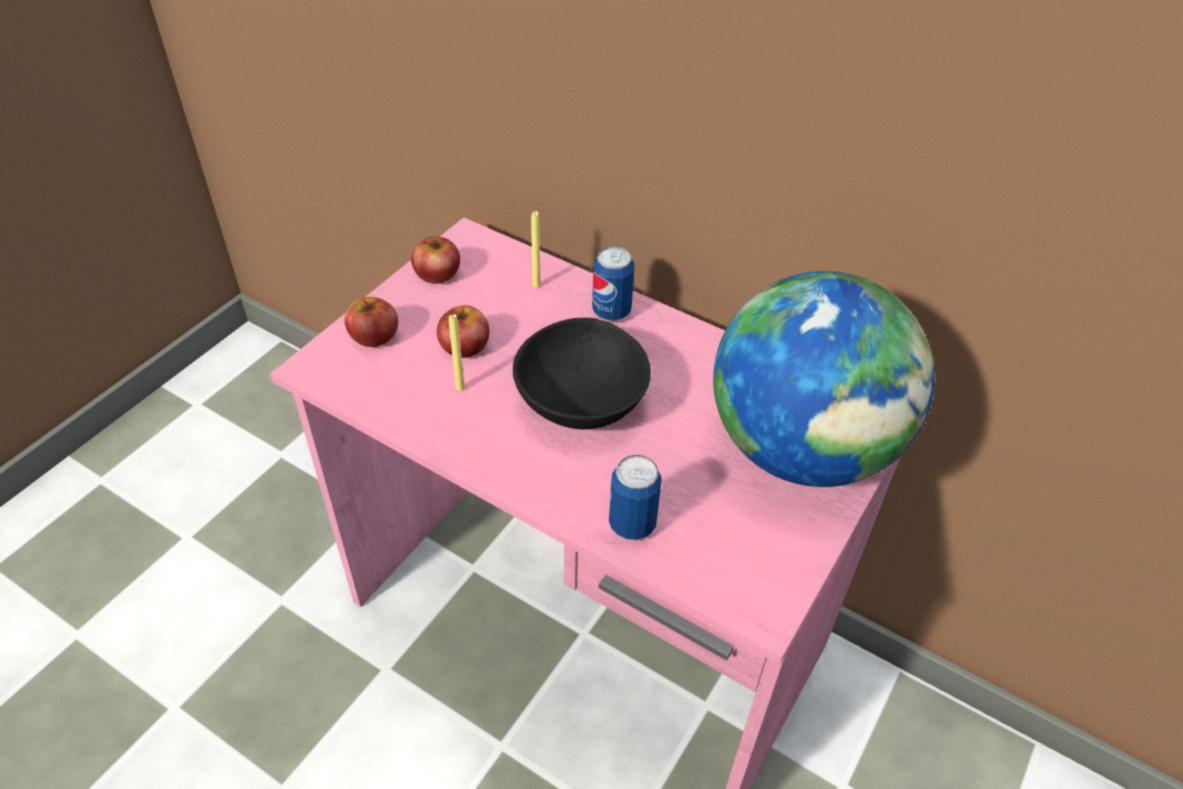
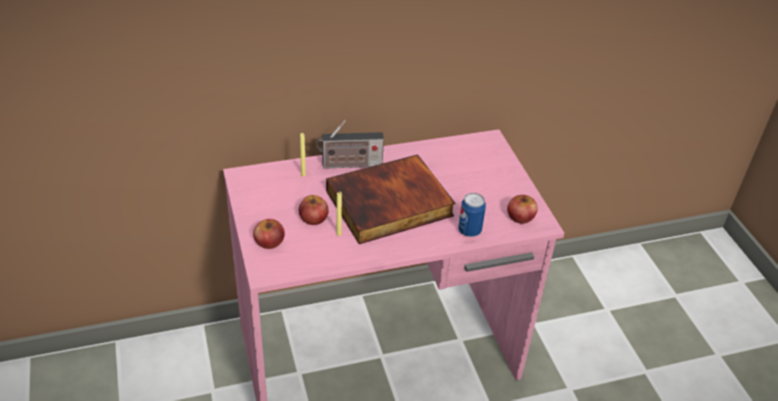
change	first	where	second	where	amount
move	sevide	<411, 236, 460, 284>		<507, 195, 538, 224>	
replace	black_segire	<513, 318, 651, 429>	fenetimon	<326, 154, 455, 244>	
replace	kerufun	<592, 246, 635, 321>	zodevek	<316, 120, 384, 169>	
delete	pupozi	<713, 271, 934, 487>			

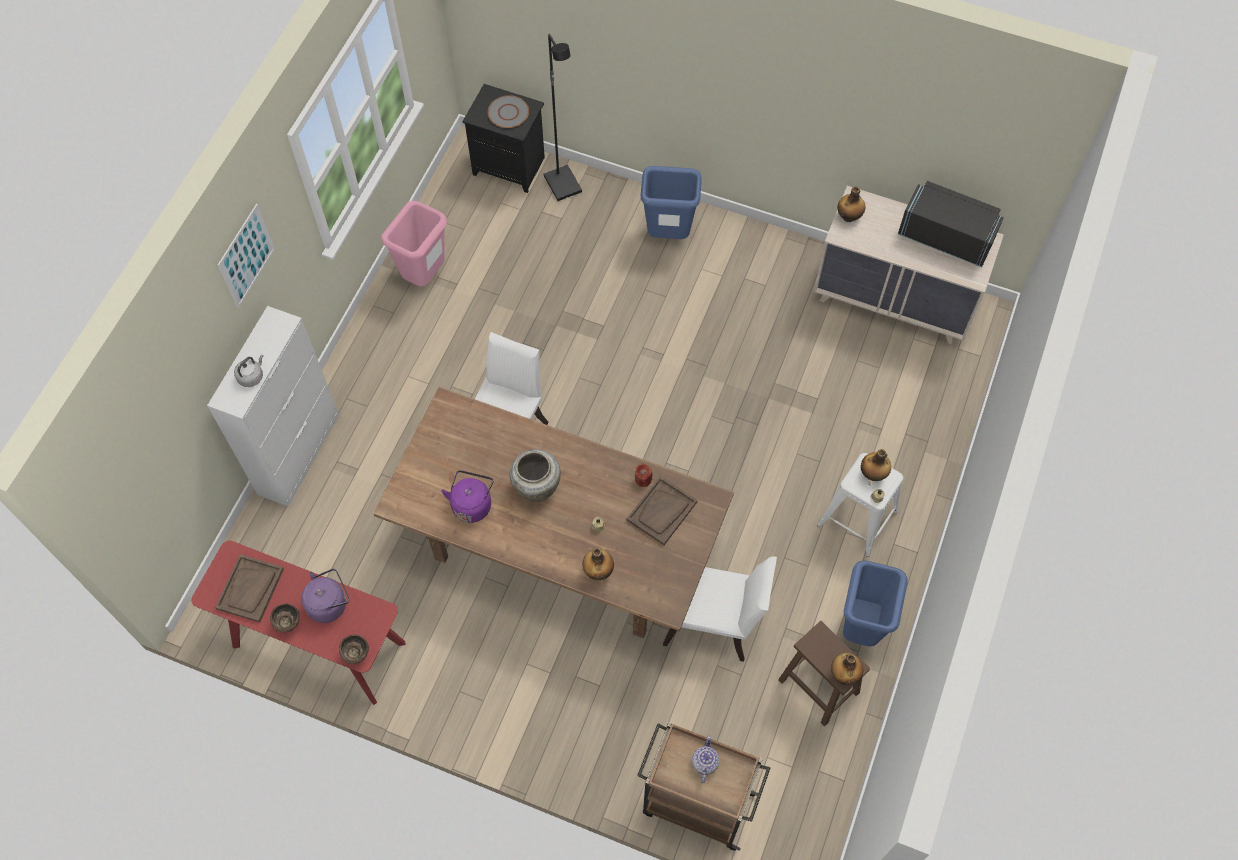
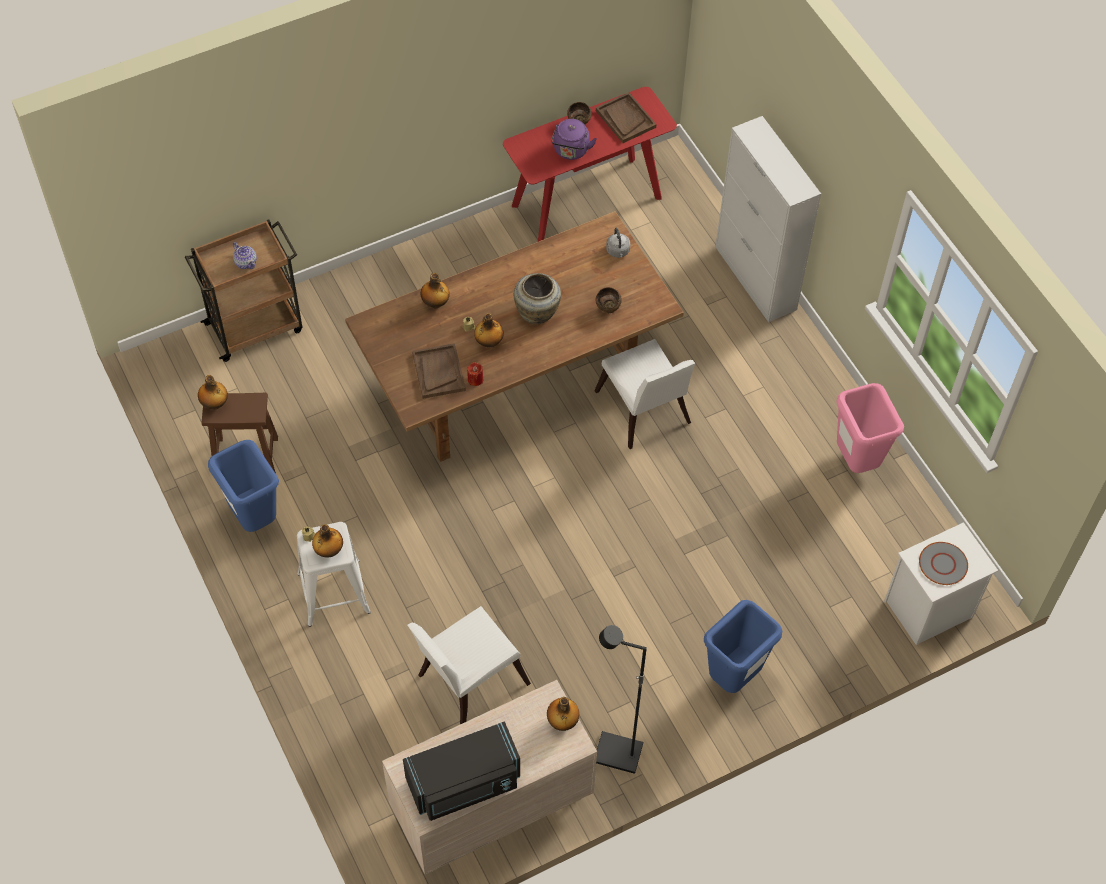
change	first	where	second	where	amount
delete	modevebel	<218, 204, 275, 308>			
move	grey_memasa	<234, 354, 263, 387>		<606, 228, 630, 258>	
move	brown_segire	<339, 635, 369, 664>		<595, 287, 622, 313>	
delete	purple_memasa	<441, 470, 494, 523>			
recolor	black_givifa	<462, 84, 545, 193>	white_givifa	<884, 522, 998, 645>	
move	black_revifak	<544, 34, 582, 201>		<596, 625, 647, 774>	
move	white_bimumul	<663, 556, 777, 662>		<407, 606, 531, 724>	
insert			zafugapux	<474, 313, 504, 347>	

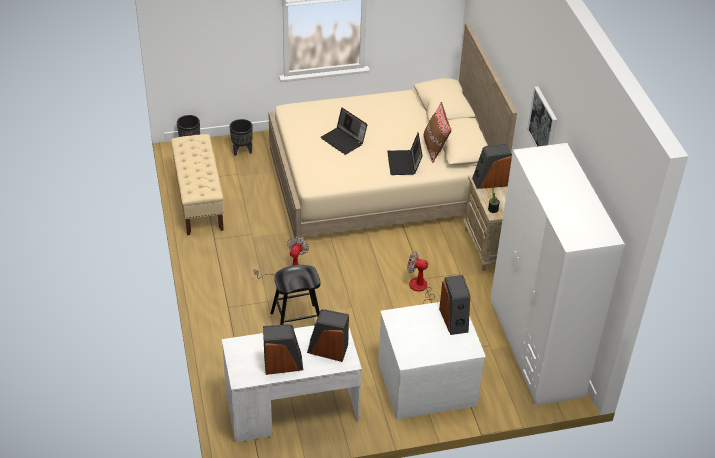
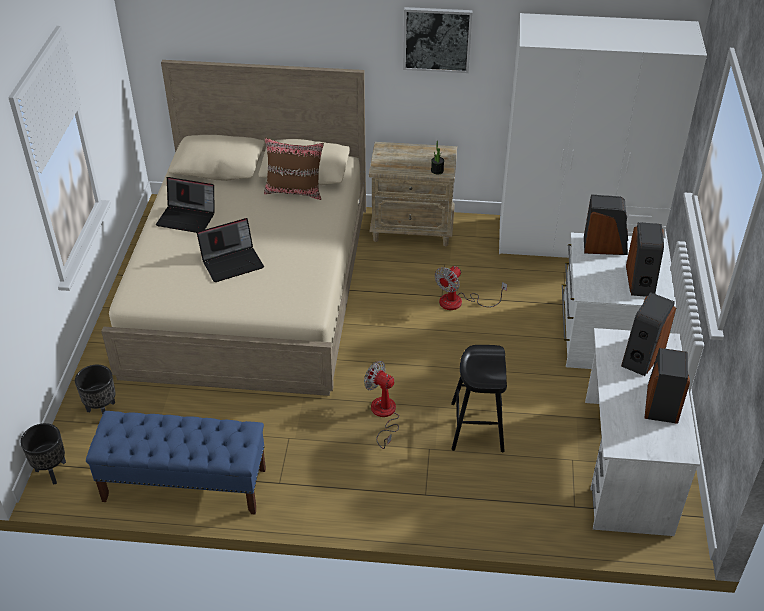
change	first	where	second	where	amount
recolor	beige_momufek	<171, 134, 224, 235>	blue_momufek	<86, 411, 266, 515>	
move	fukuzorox	<387, 133, 423, 175>		<156, 177, 215, 233>	
move	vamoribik	<472, 143, 512, 189>		<626, 222, 664, 297>	

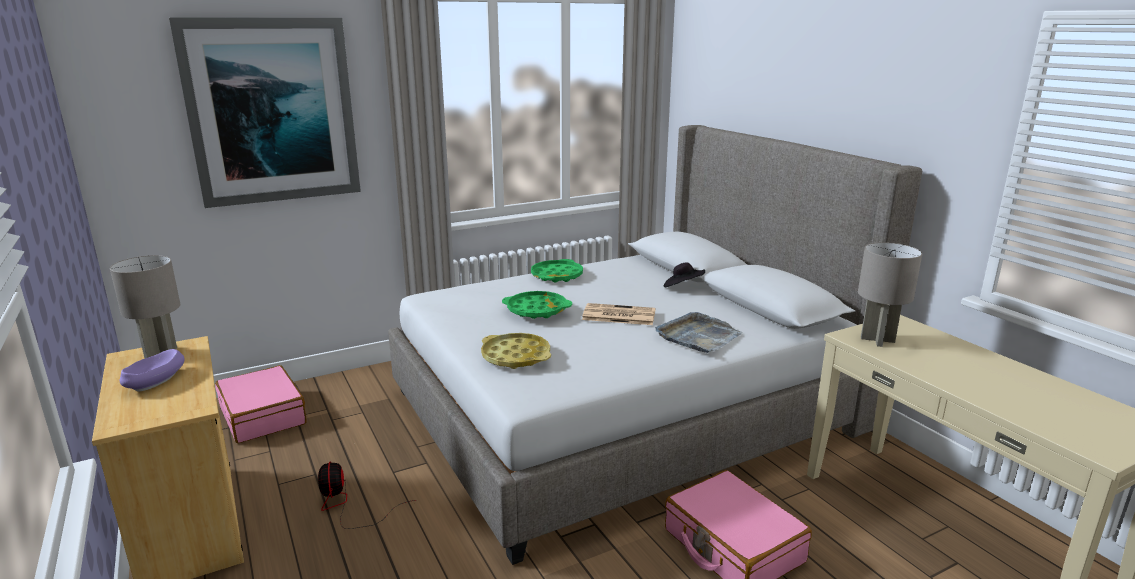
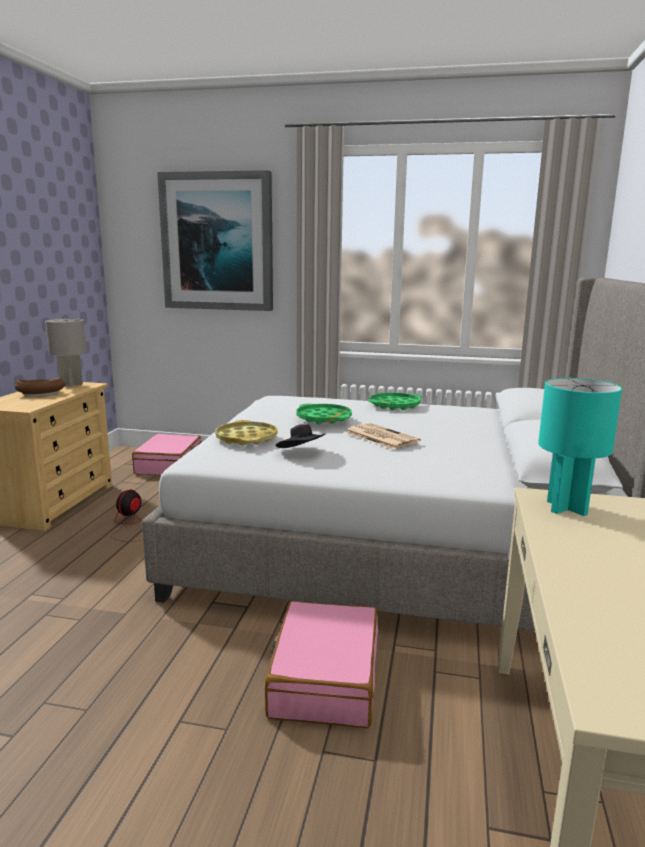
change	first	where	second	where	amount
recolor	purple_segire	<120, 349, 185, 391>	brown_segire	<15, 378, 65, 396>	
delete	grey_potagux	<655, 312, 743, 353>			
move	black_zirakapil	<664, 262, 705, 287>		<276, 424, 326, 448>	
recolor	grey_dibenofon	<858, 242, 922, 347>	turquoise_dibenofon	<538, 378, 622, 516>	

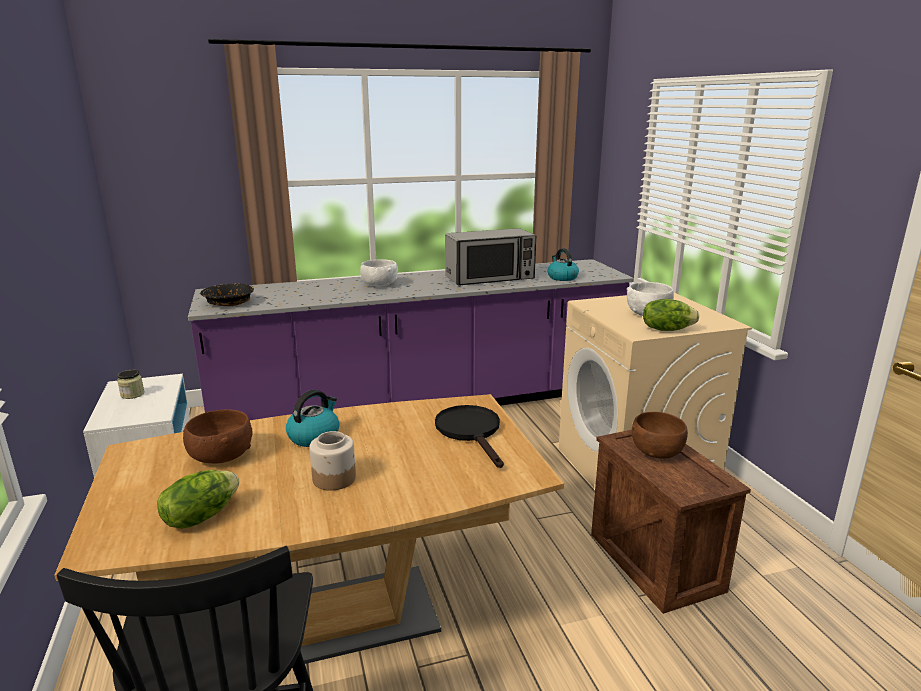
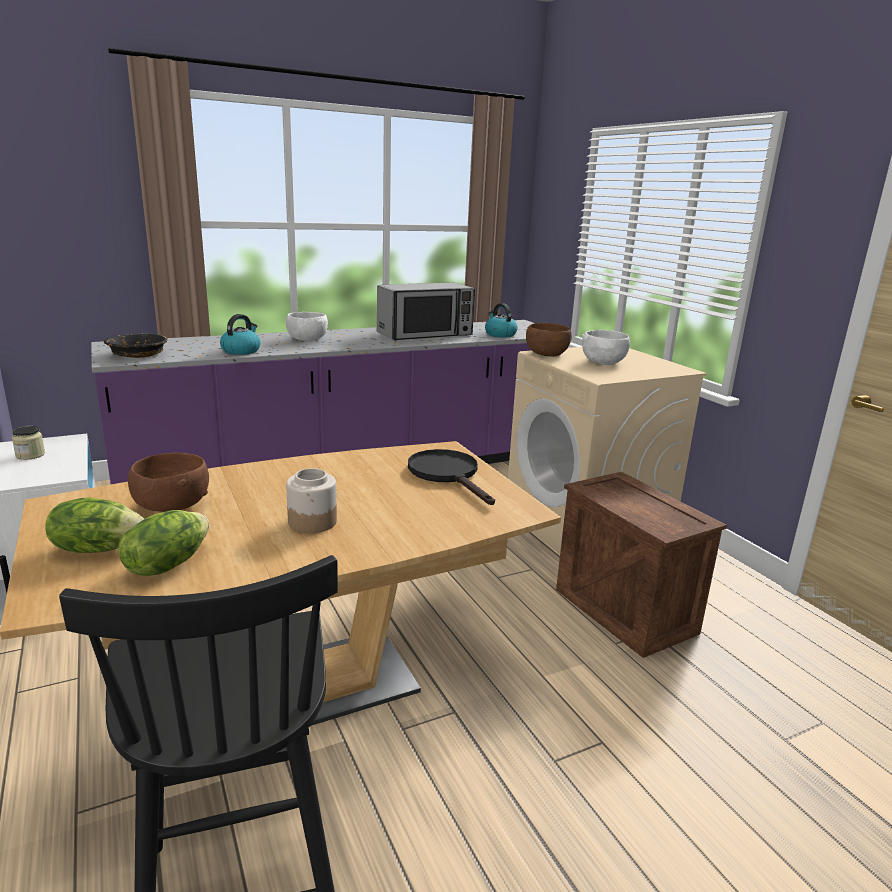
change	first	where	second	where	amount
move	memasa	<286, 390, 340, 447>		<220, 314, 260, 355>	
move	brown_segire	<632, 412, 688, 459>		<526, 323, 572, 357>	
move	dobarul	<643, 299, 699, 331>		<46, 497, 144, 553>	

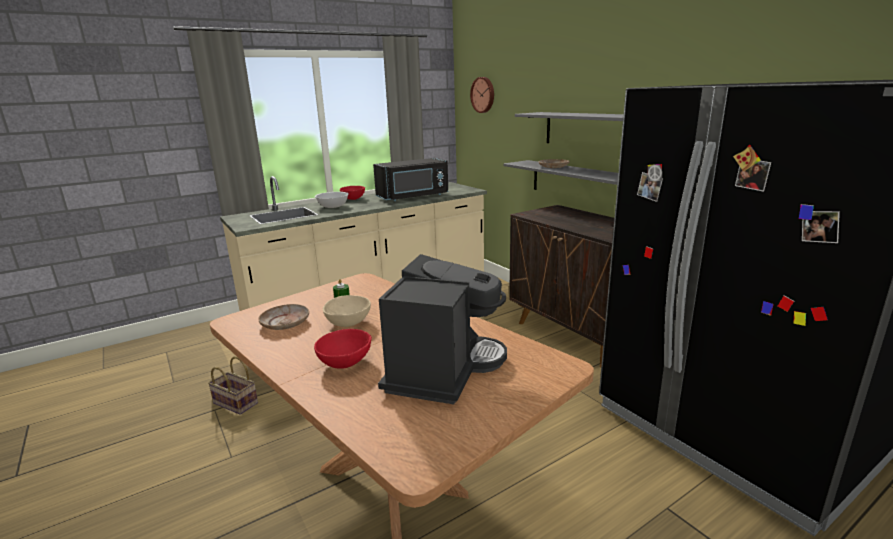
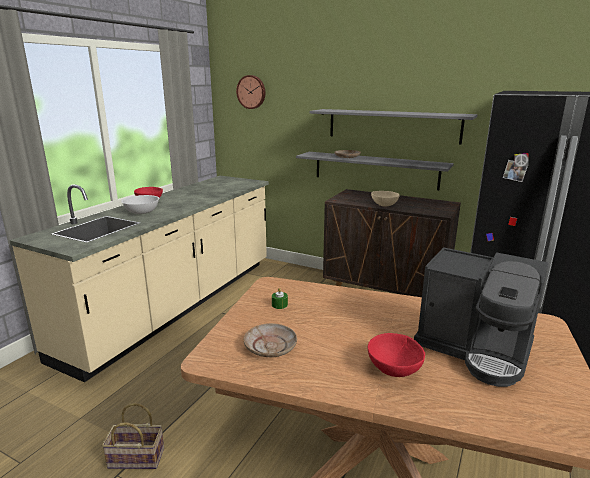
change	first	where	second	where	amount
move	beige_segire	<323, 295, 371, 327>		<371, 191, 400, 206>	
delete	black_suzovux	<373, 158, 448, 201>			
rotate	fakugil	<378, 254, 507, 405>		<414, 247, 549, 387>	135 degrees clockwise

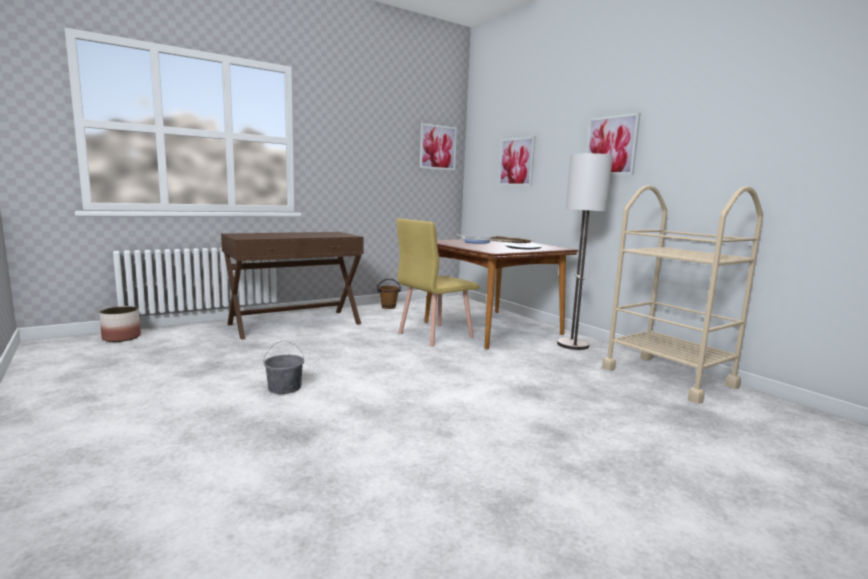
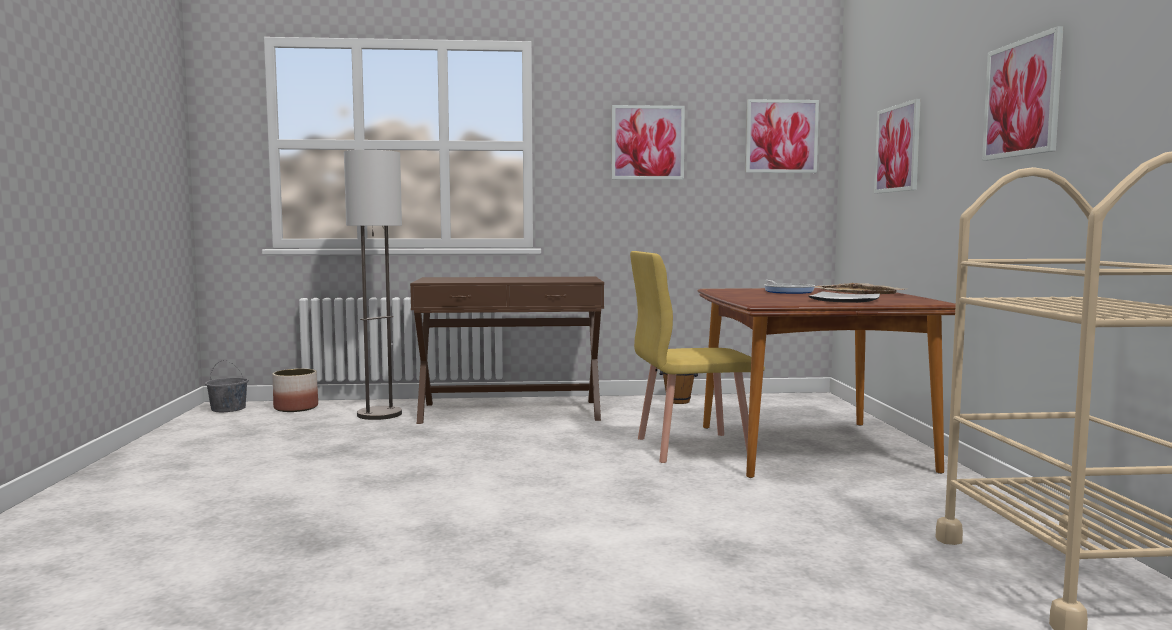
change	first	where	second	where	amount
move	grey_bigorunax	<264, 341, 304, 394>		<205, 360, 249, 412>	
move	revifak	<557, 153, 613, 350>		<344, 150, 402, 420>	
insert			modevebel	<611, 105, 685, 180>	

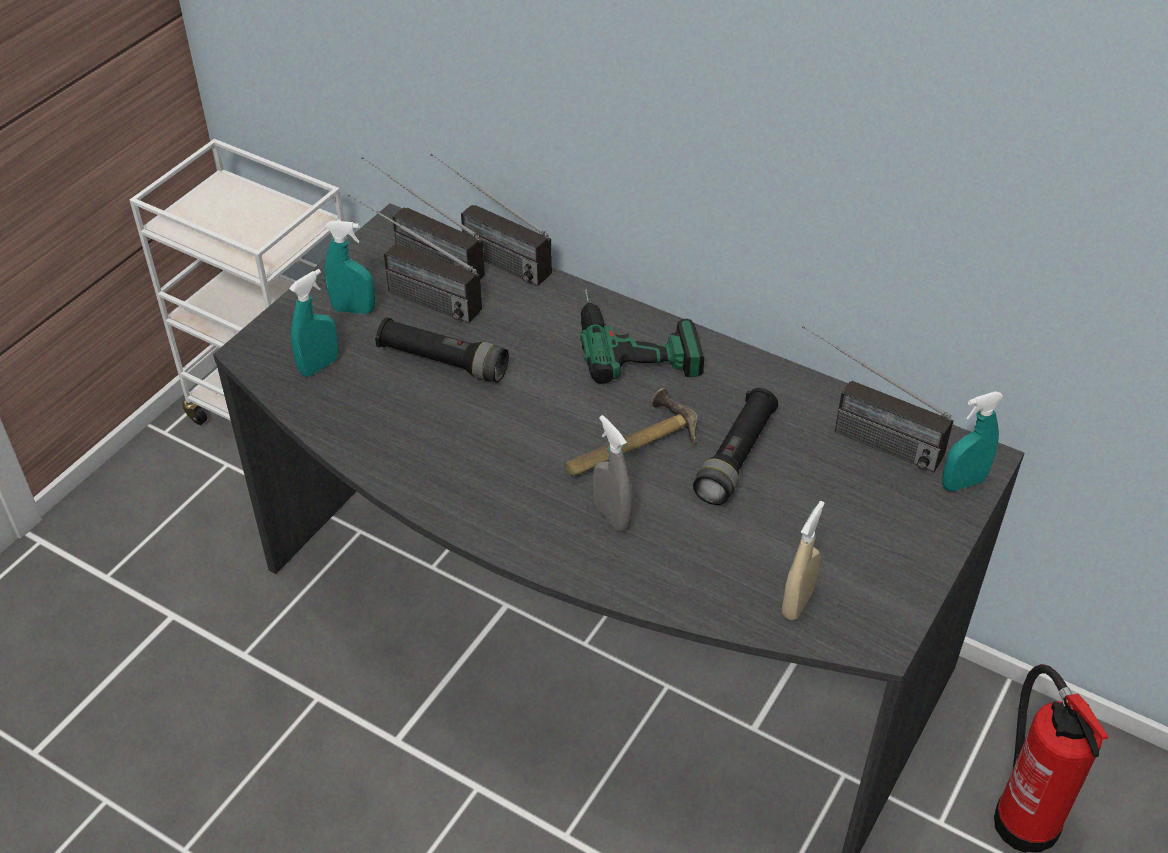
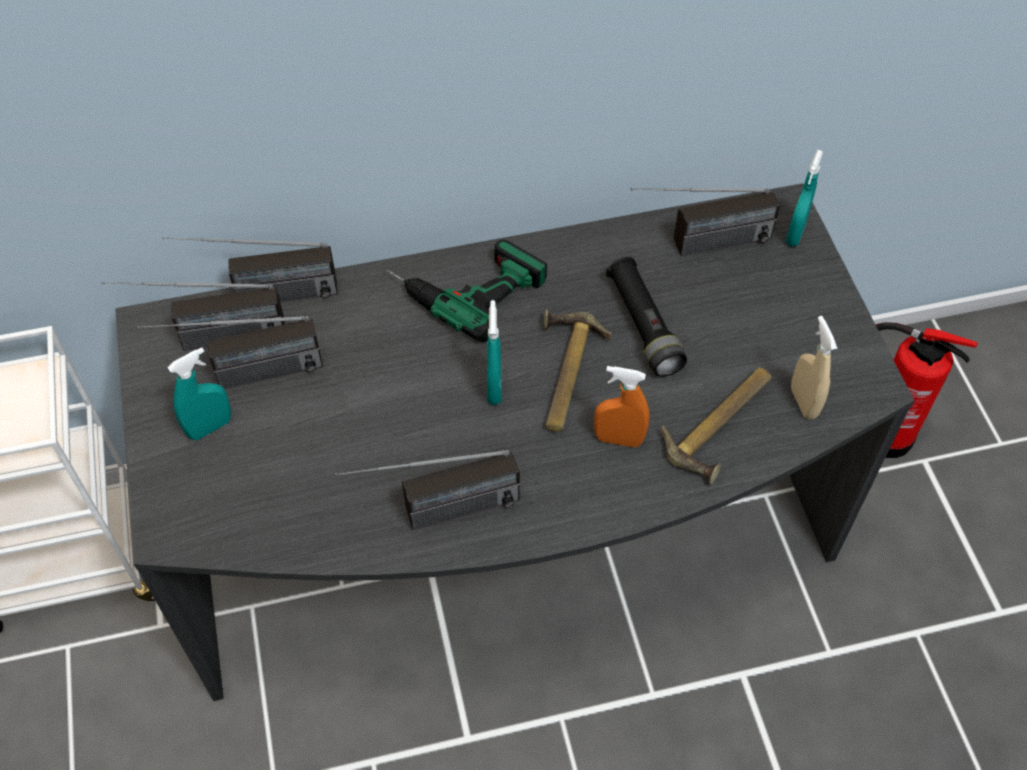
change	first	where	second	where	amount
move	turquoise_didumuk	<289, 269, 338, 377>		<487, 300, 502, 405>	
delete	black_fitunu	<375, 317, 509, 382>			
recolor	grey_didumuk	<593, 415, 633, 531>	orange_didumuk	<594, 366, 650, 448>	
insert			zodevek	<335, 450, 520, 530>	
insert			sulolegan	<662, 367, 772, 485>	

